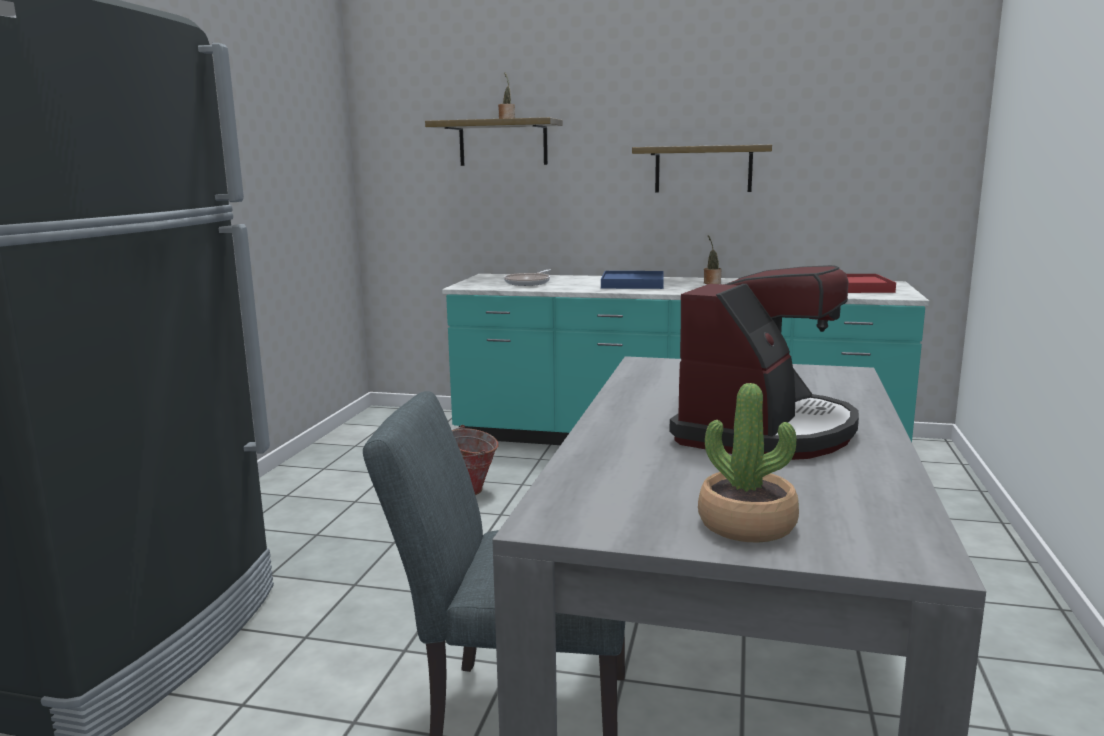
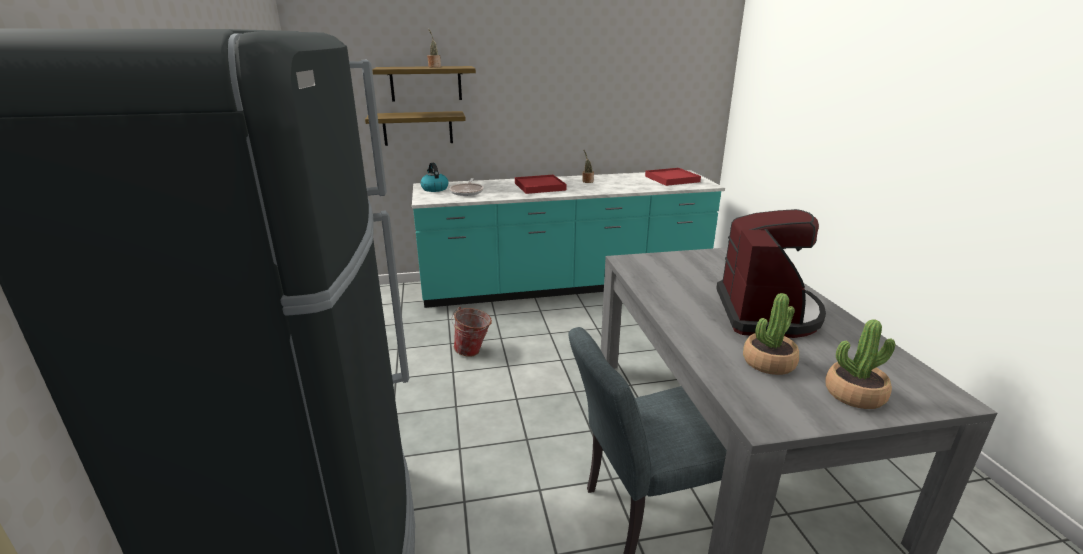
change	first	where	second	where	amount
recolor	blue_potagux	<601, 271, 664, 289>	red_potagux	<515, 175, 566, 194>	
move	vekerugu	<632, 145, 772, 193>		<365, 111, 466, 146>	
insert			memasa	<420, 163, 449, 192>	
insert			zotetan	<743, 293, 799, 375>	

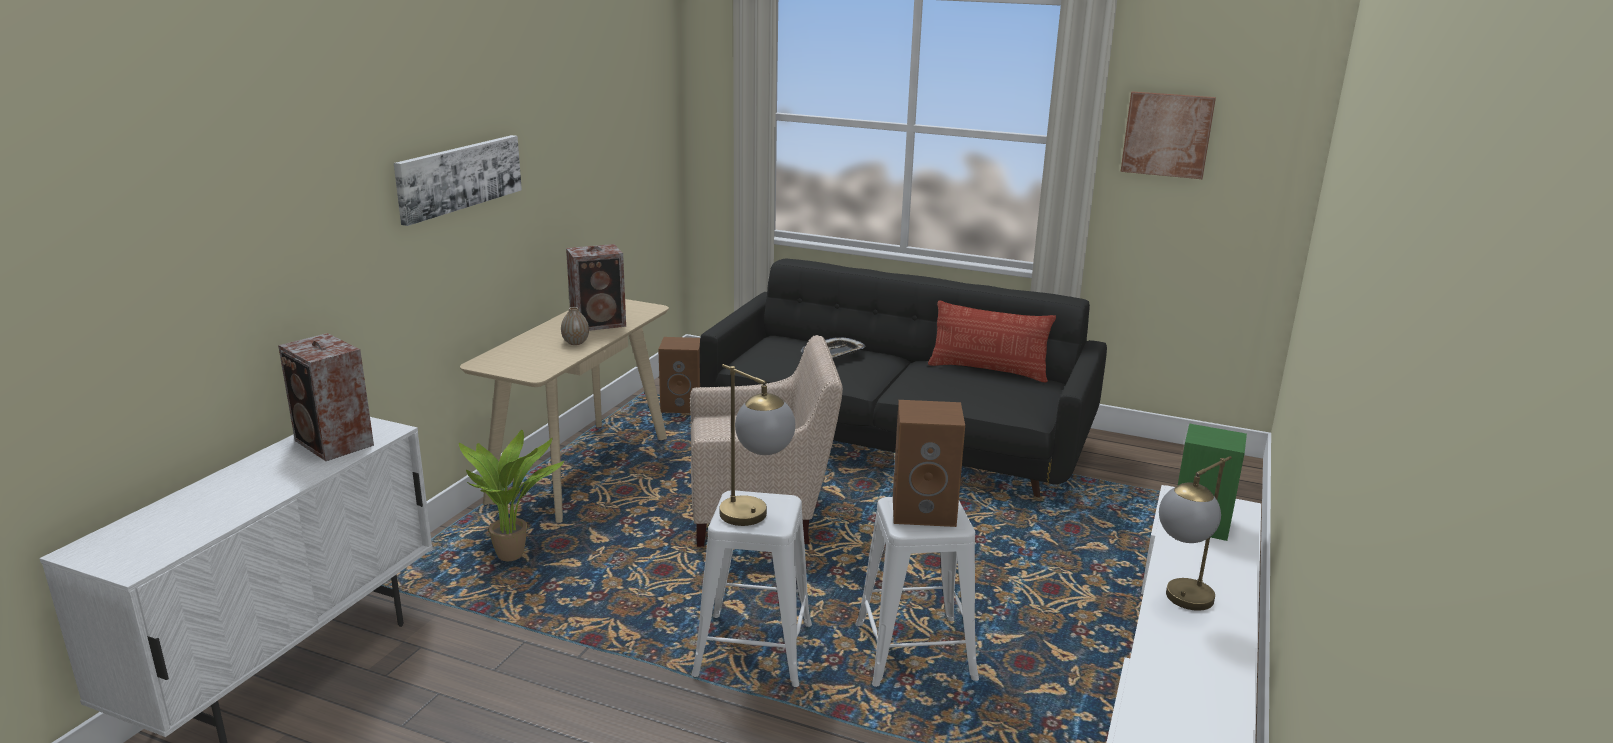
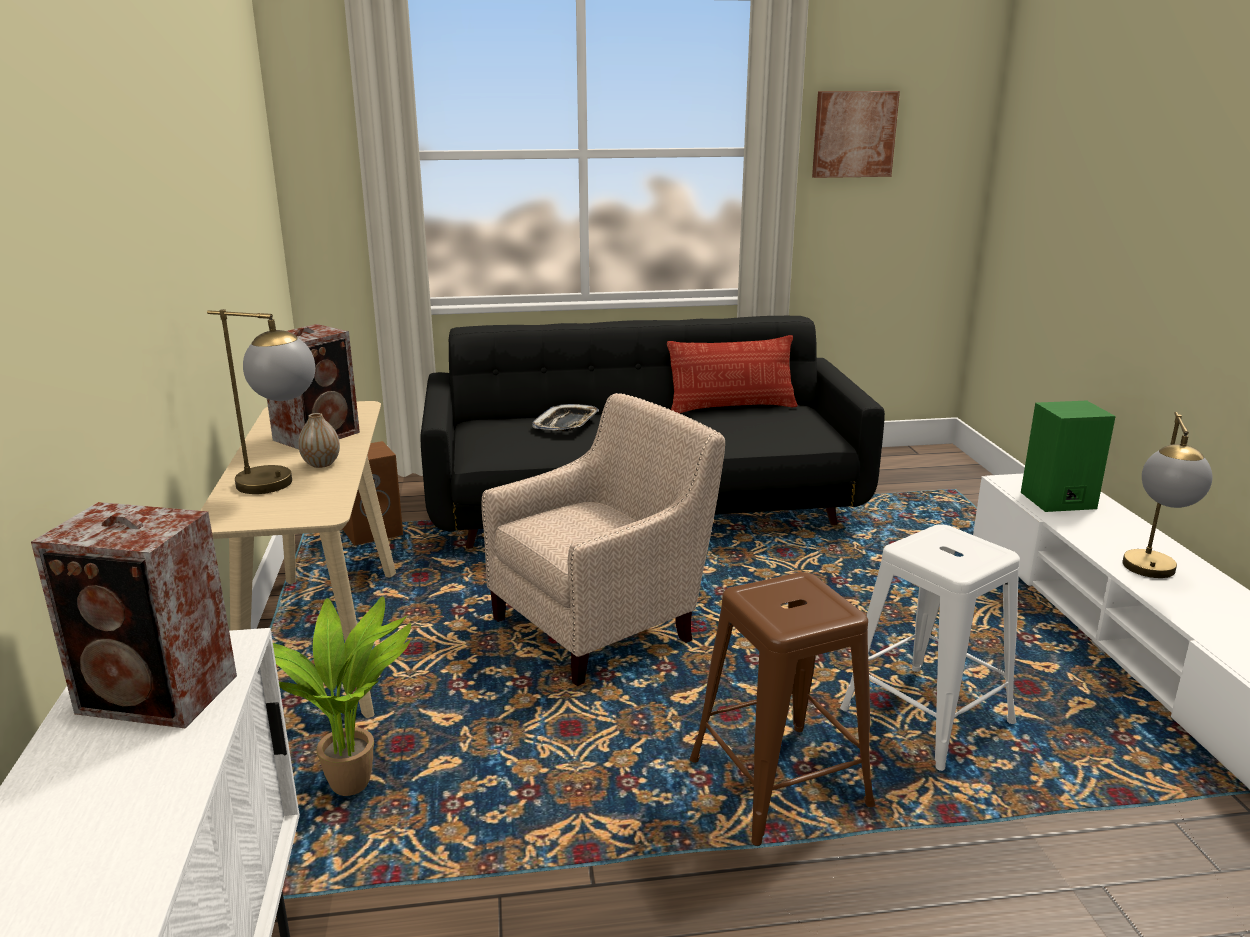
change	first	where	second	where	amount
delete	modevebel	<394, 135, 522, 226>			
recolor	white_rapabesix	<692, 490, 812, 687>	brown_rapabesix	<689, 572, 875, 846>	
move	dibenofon	<720, 364, 795, 526>		<207, 309, 315, 494>	
delete	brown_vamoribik	<893, 400, 965, 527>			

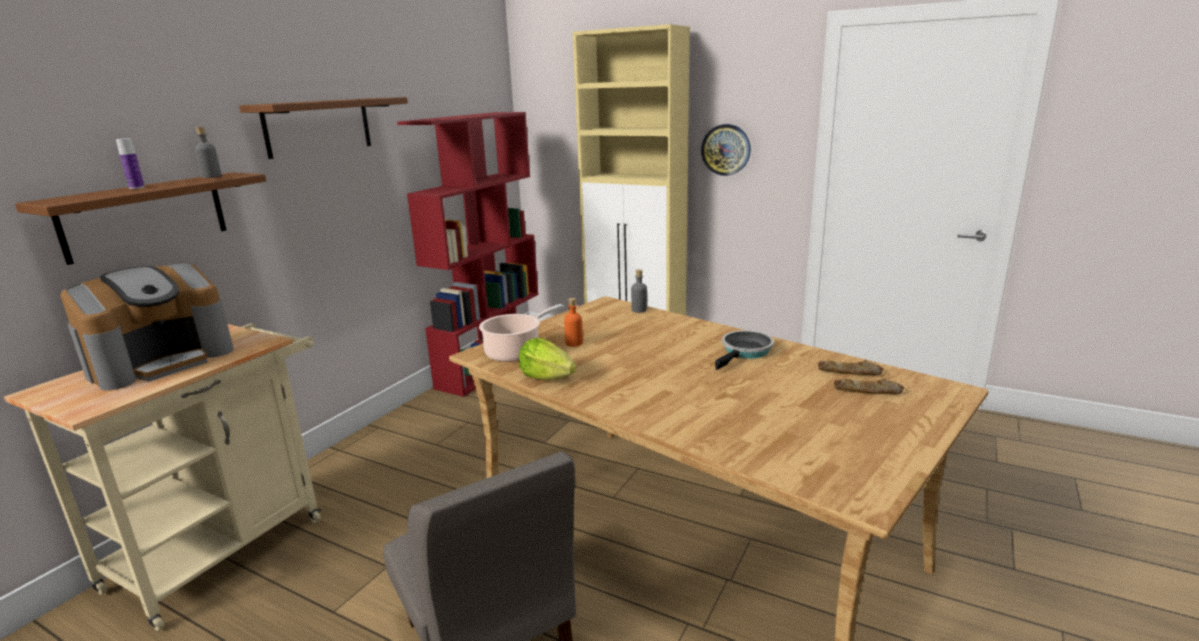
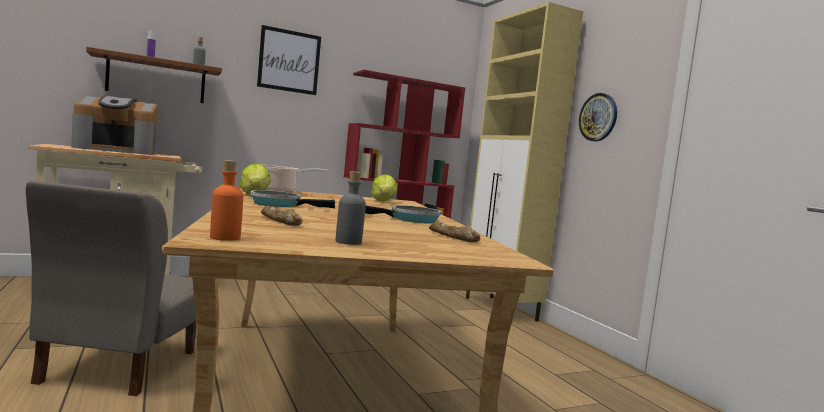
change	first	where	second	where	amount
replace	brown_vekerugu	<239, 97, 408, 159>	modevebel	<257, 25, 321, 95>	
move	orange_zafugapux	<564, 298, 583, 347>		<210, 160, 243, 241>	
move	grey_zafugapux	<631, 269, 647, 313>		<336, 171, 366, 245>	
move	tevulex	<834, 378, 904, 395>		<261, 206, 303, 226>	
insert			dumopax	<250, 190, 335, 208>	
insert			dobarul	<371, 174, 397, 201>	

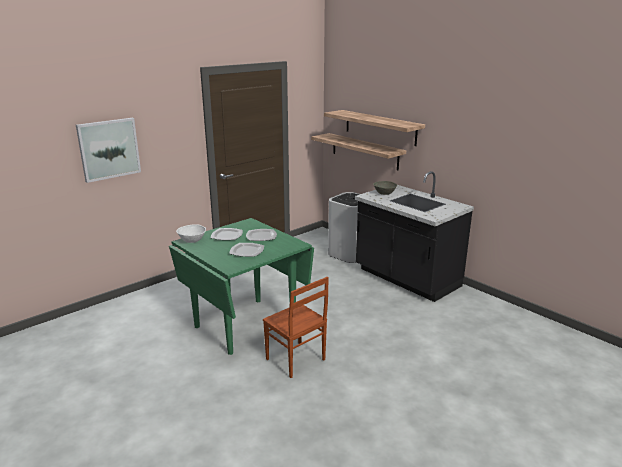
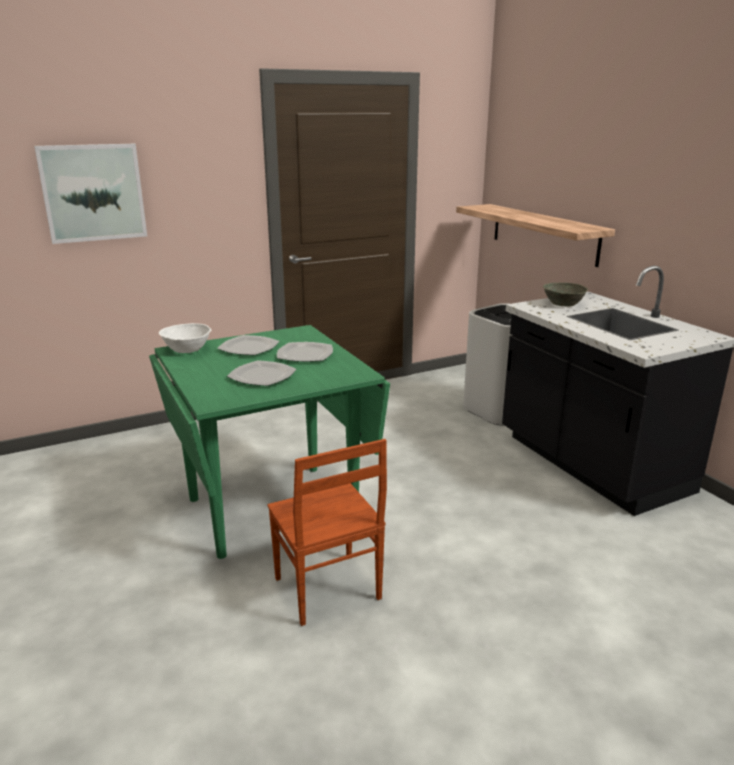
change	first	where	second	where	amount
delete	vekerugu	<324, 110, 425, 146>			

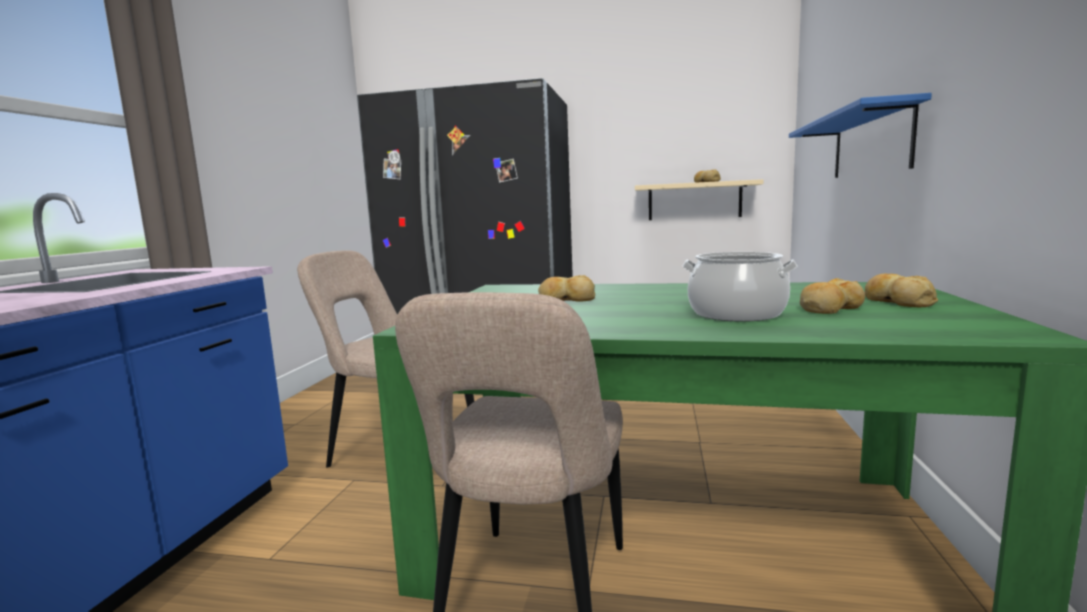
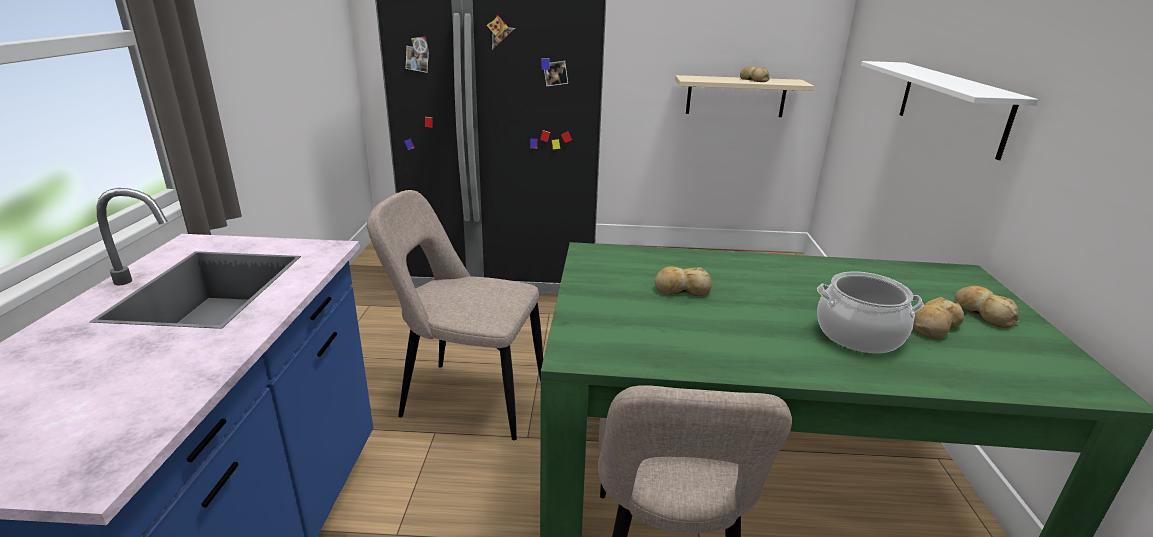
change	first	where	second	where	amount
recolor	blue_vekerugu	<789, 93, 932, 178>	white_vekerugu	<861, 61, 1038, 160>	

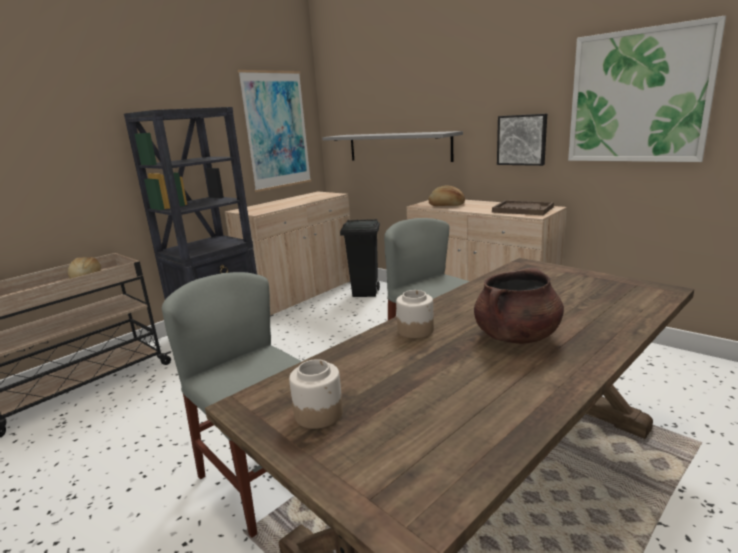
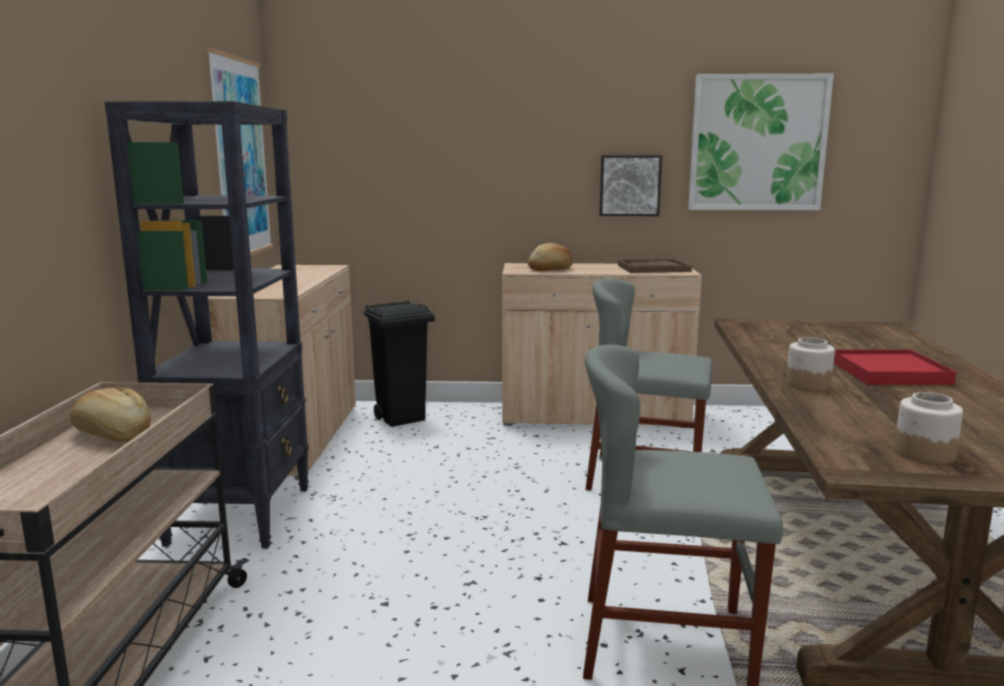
change	first	where	second	where	amount
delete	grey_vekerugu	<322, 131, 463, 162>			
replace	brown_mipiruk	<474, 268, 564, 344>	red_potagux	<834, 350, 956, 385>	

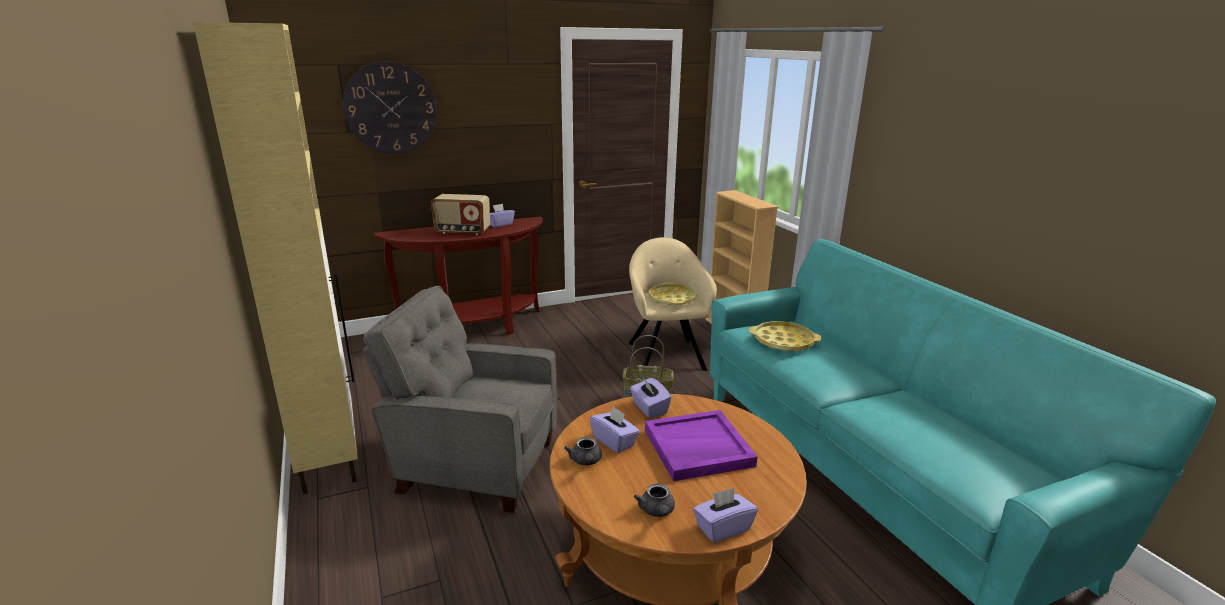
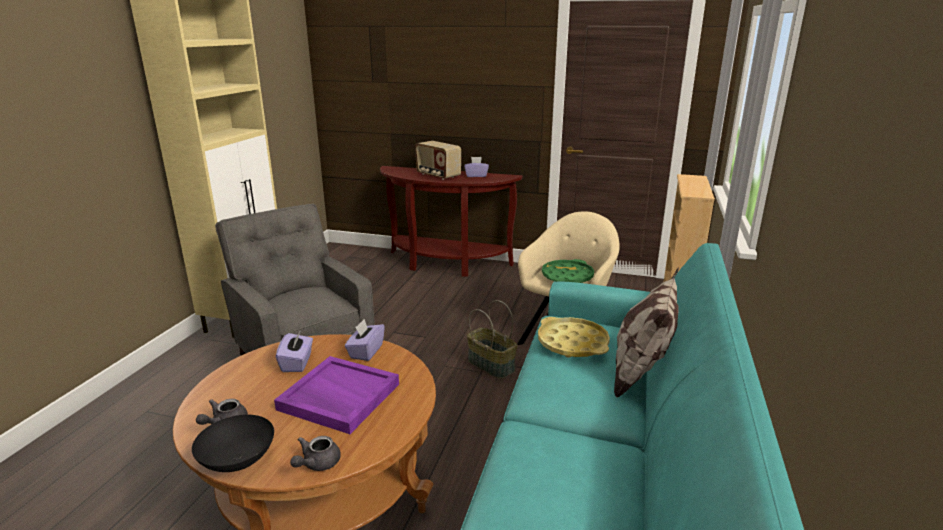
change	first	where	second	where	amount
delete	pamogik	<343, 61, 437, 154>			
move	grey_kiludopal	<564, 437, 602, 465>		<290, 436, 341, 471>	
recolor	yellow_potagux	<649, 282, 697, 305>	green_potagux	<542, 259, 594, 283>	
replace	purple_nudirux	<693, 488, 758, 543>	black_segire	<192, 415, 274, 472>	
insert			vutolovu	<614, 267, 679, 397>	

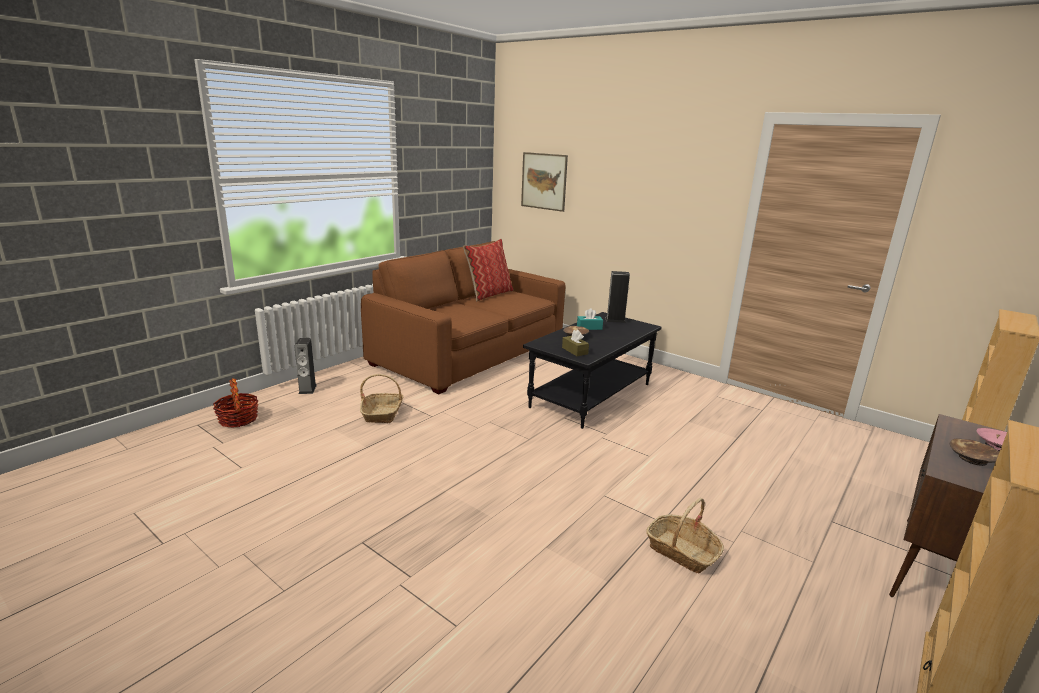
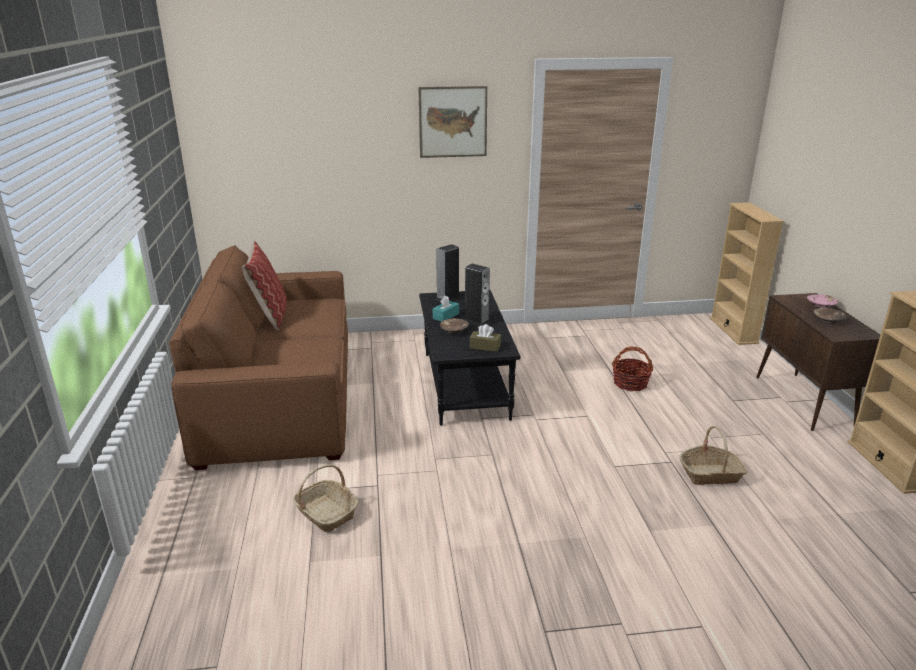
change	first	where	second	where	amount
move	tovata	<213, 379, 258, 428>		<612, 347, 653, 391>	
move	vamoribik	<294, 338, 317, 394>		<464, 264, 490, 326>	
move	modevebel	<521, 152, 568, 212>		<418, 86, 487, 158>	

